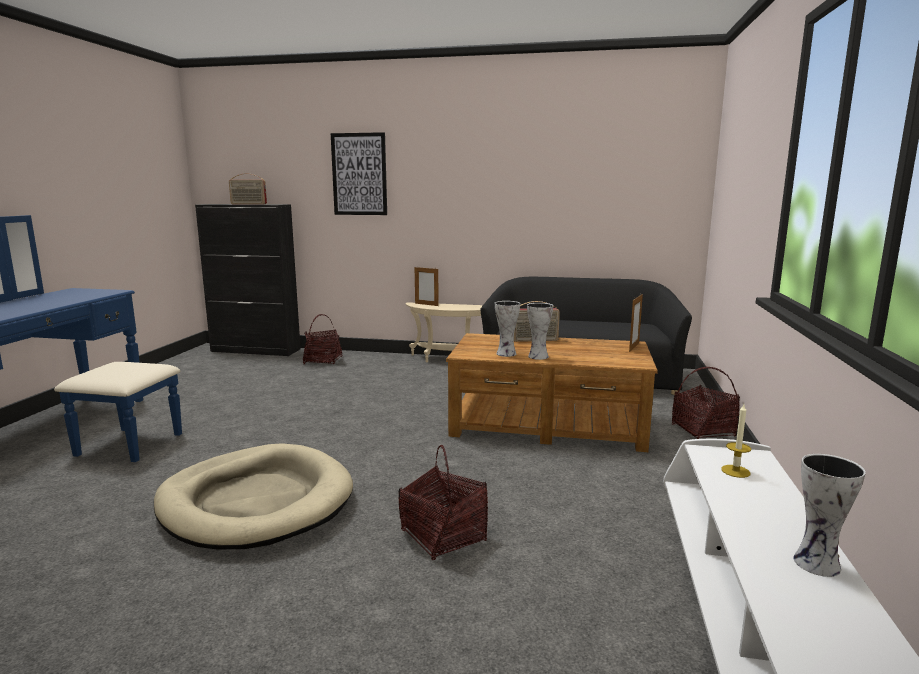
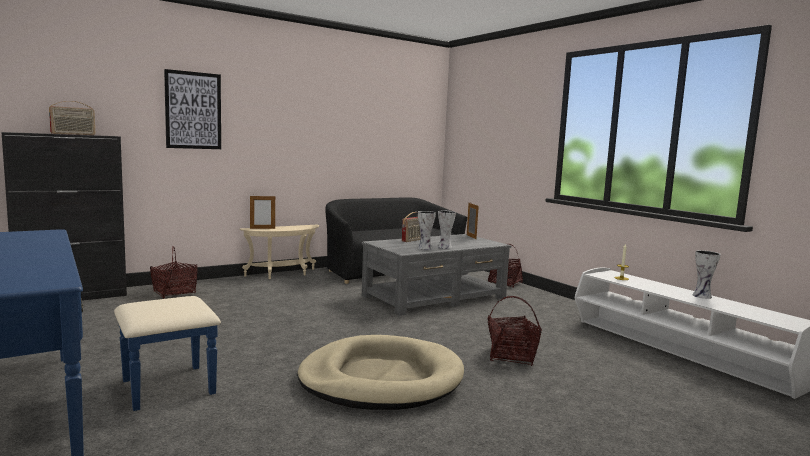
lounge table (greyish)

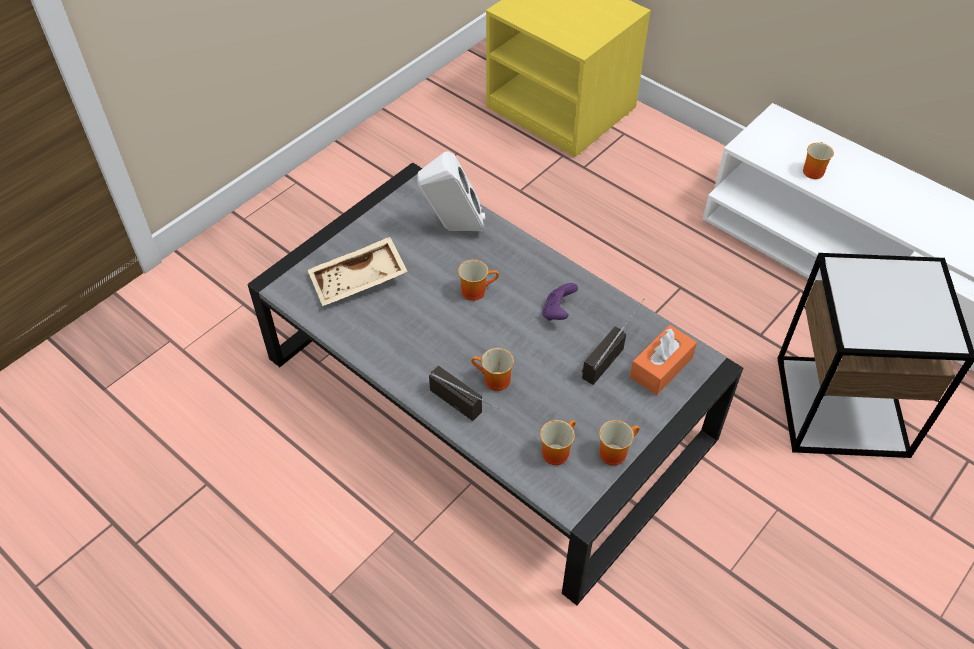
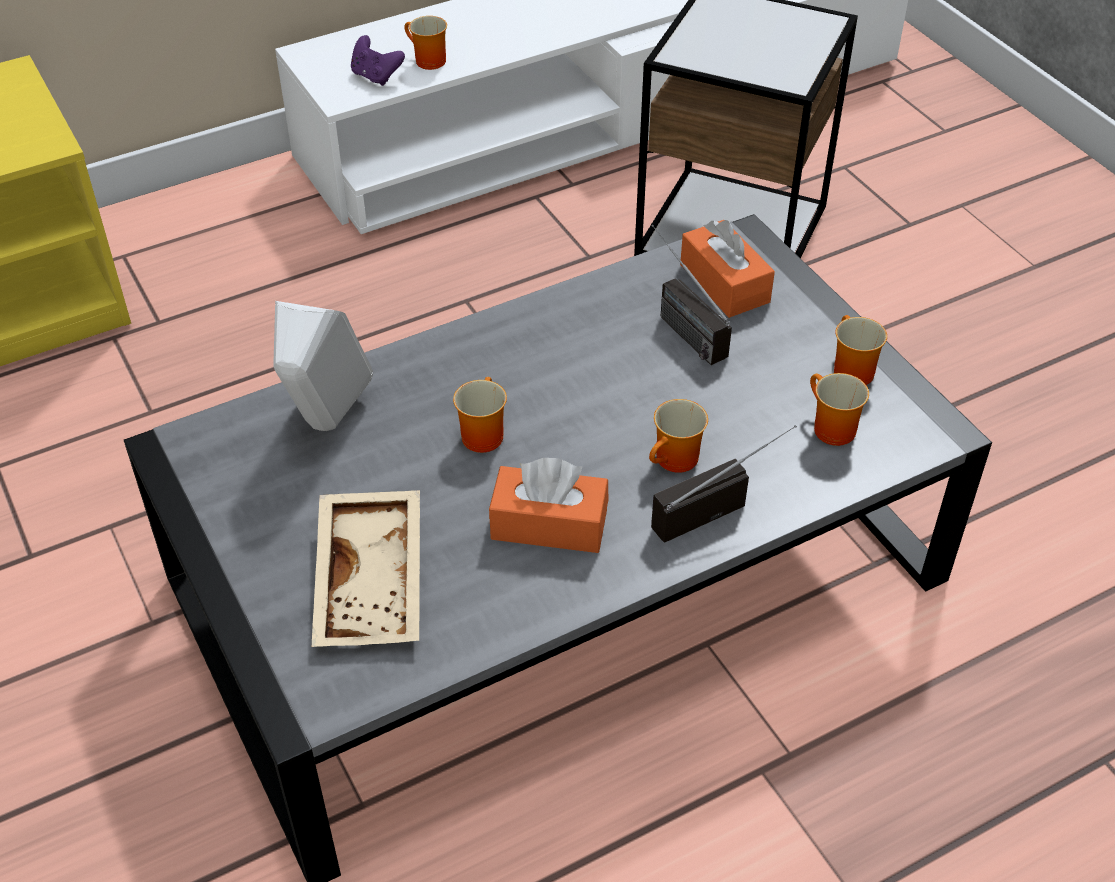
game controller (purplish)
tissue holder (orange-coloured) (1st from left)

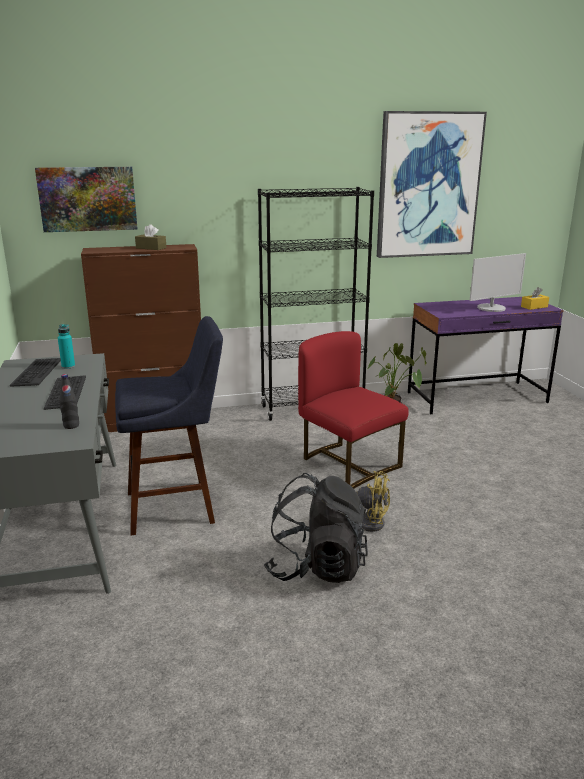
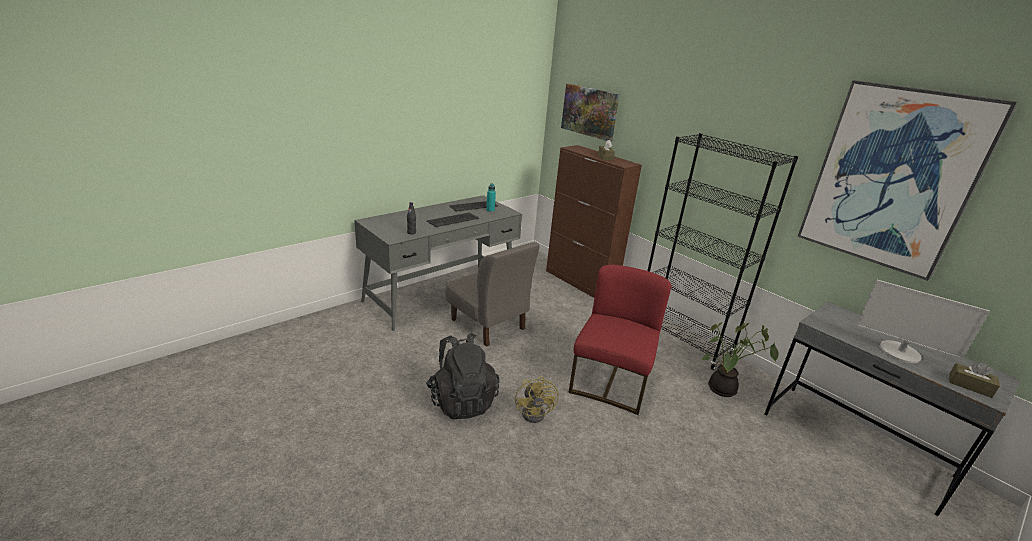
plain chair (greyish)
desk table (greyish) (2nd from left)
tissue holder (brown-coloured) (2nd from left)

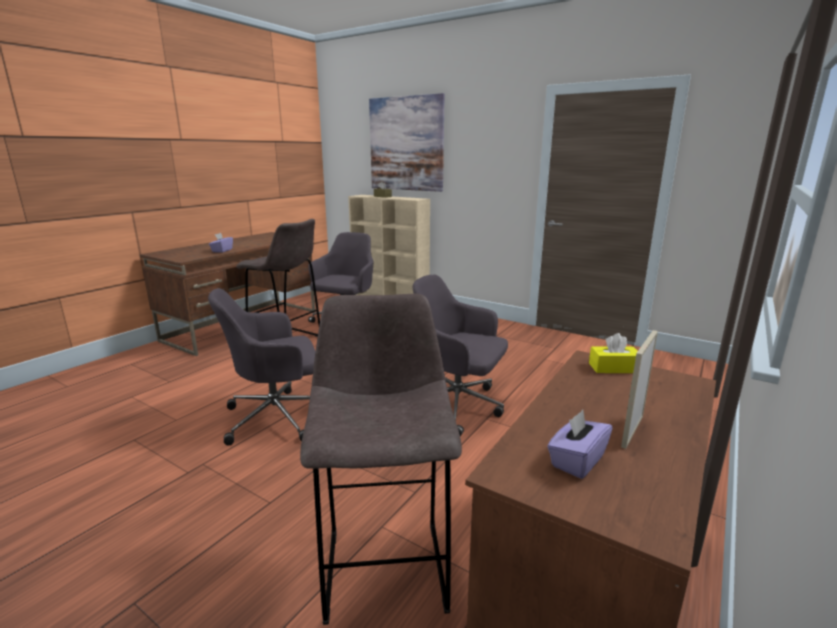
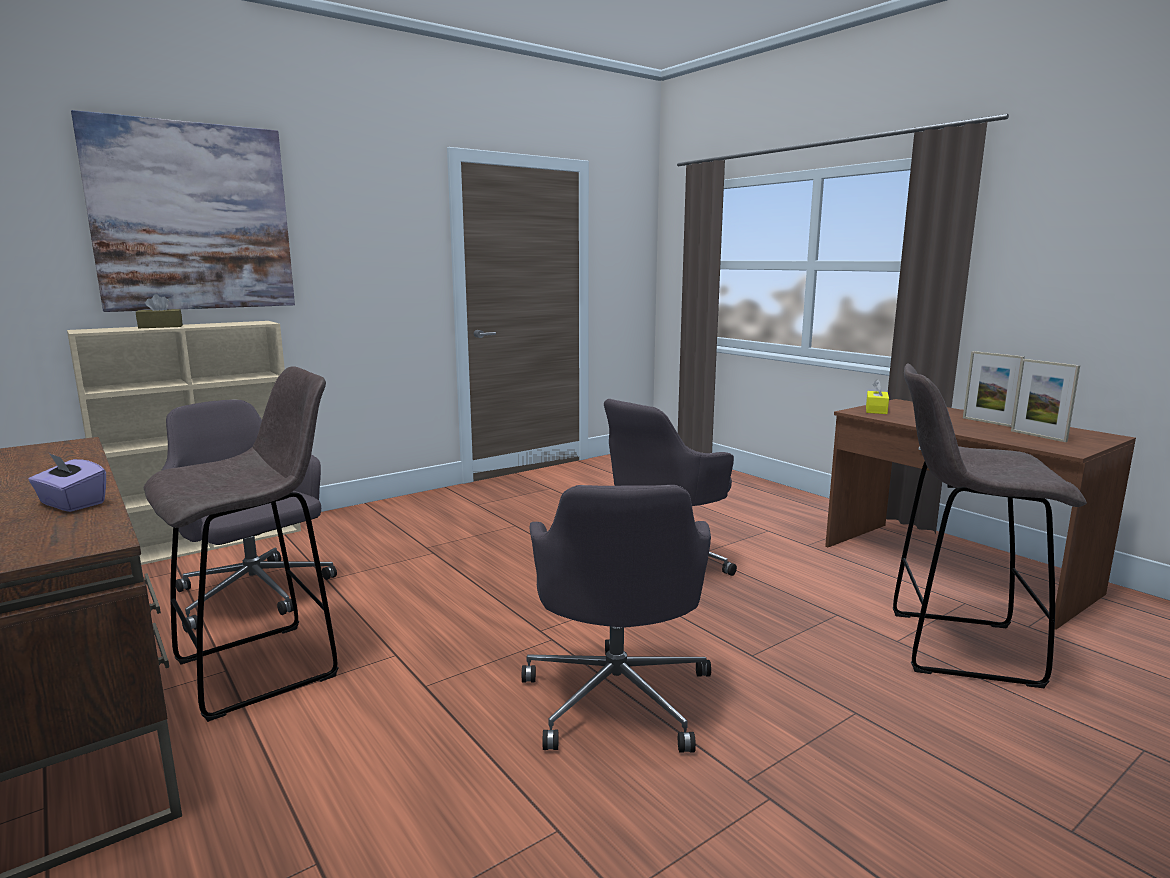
picture frame (2nd from left)

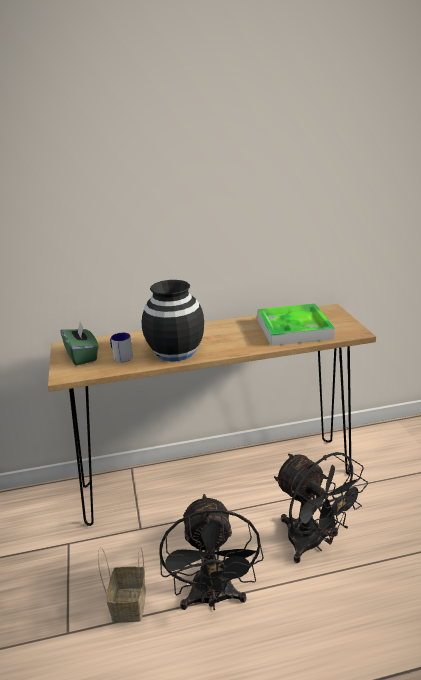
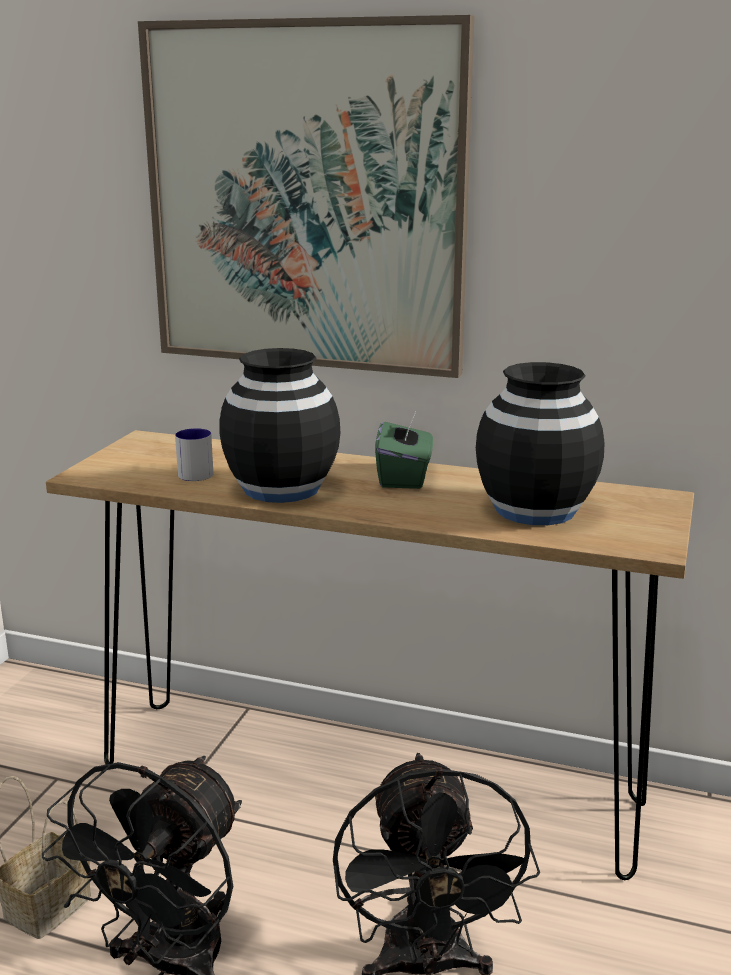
picture
tissue holder (green)
flower vase (blackish) (2nd from left)

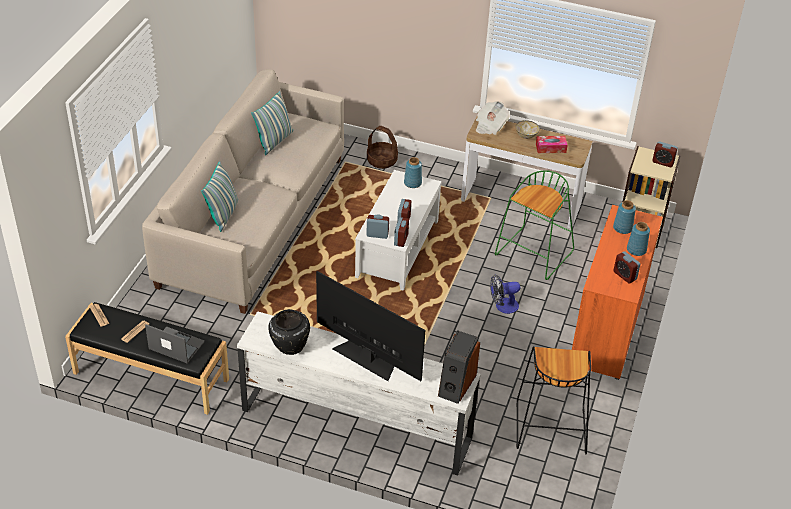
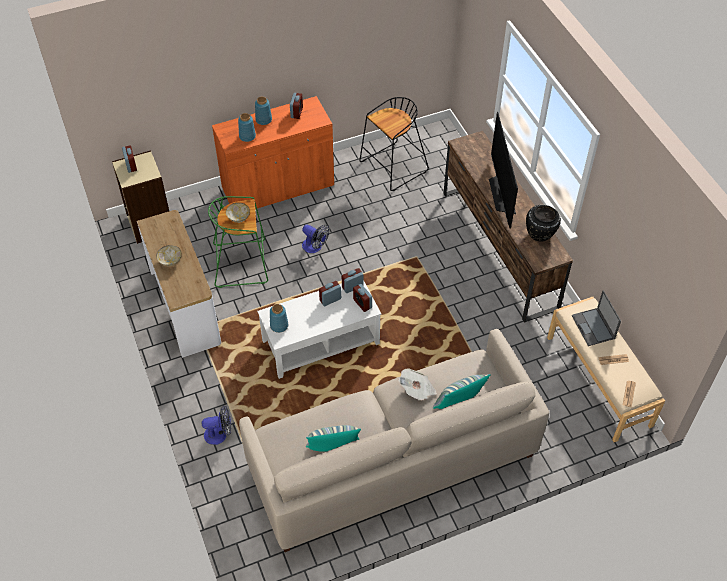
fan (1st from left)
bowl (2nd from left)
daily paper (1st from left)
tv stand (brown-coloured)
bench (beige)
speaker
tissue holder

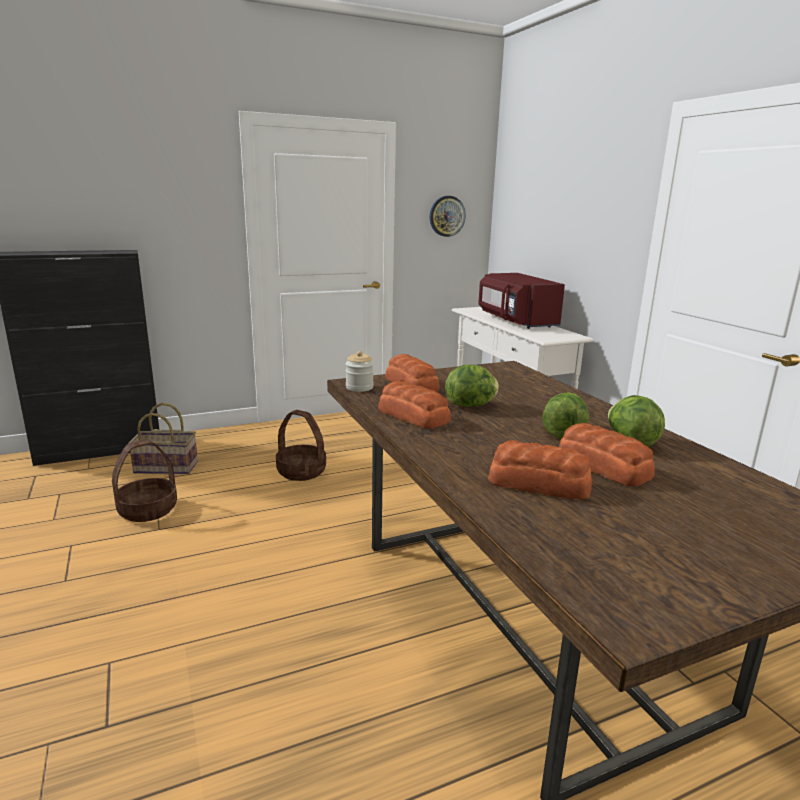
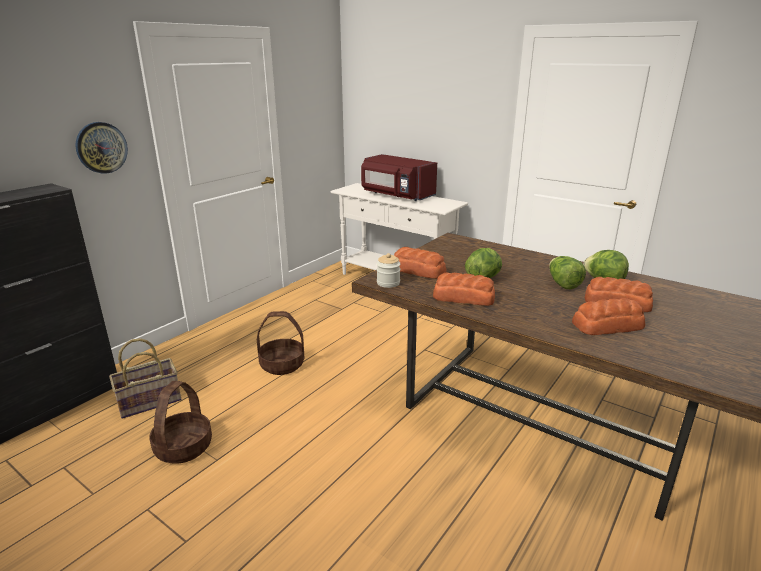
clock on the wall

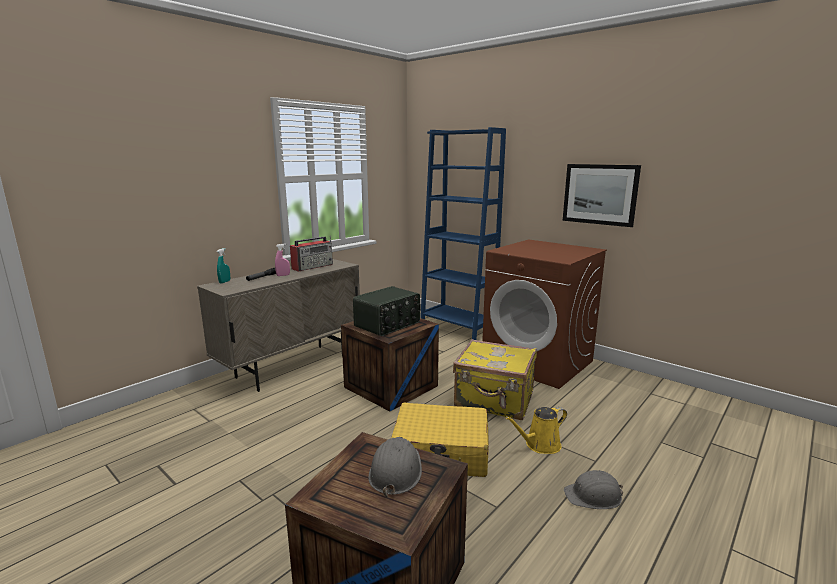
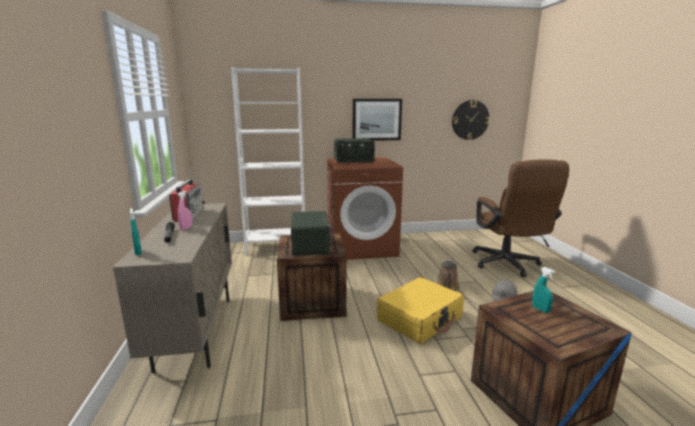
bookcase (white)
radio set (3rd from left)
watering can (brown-coloured)
clock on the wall
computer chair (brown-coloured)
spray bottle (turquoise) (2nd from left)
travel case (yellow) (2nd from left in the first image)

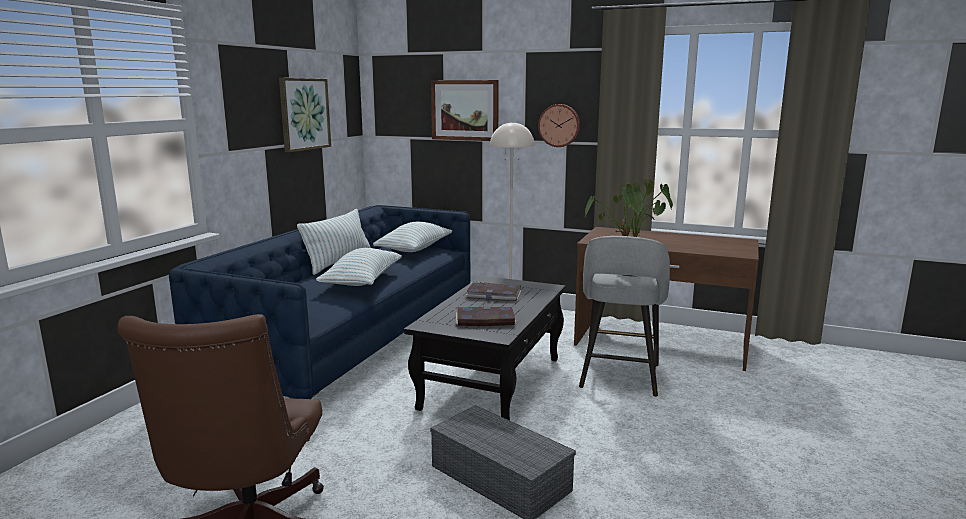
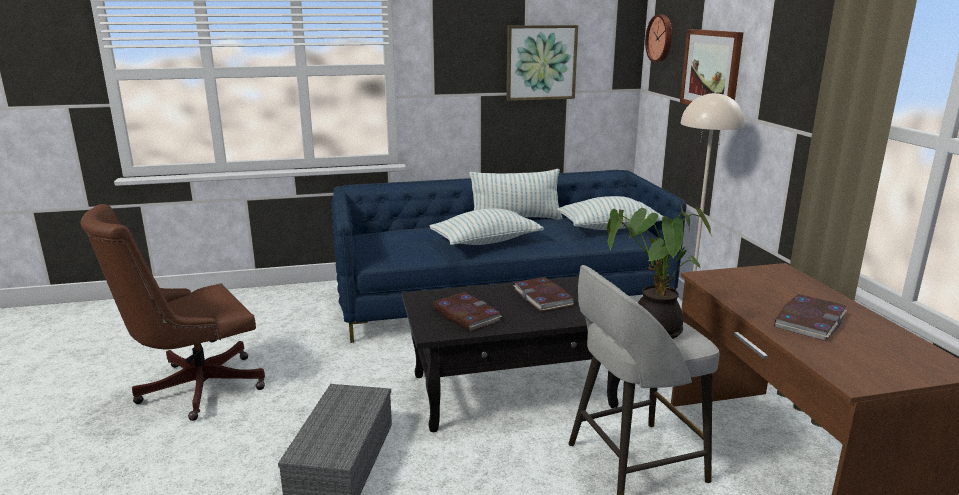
clock on the wall
book (3rd from left)

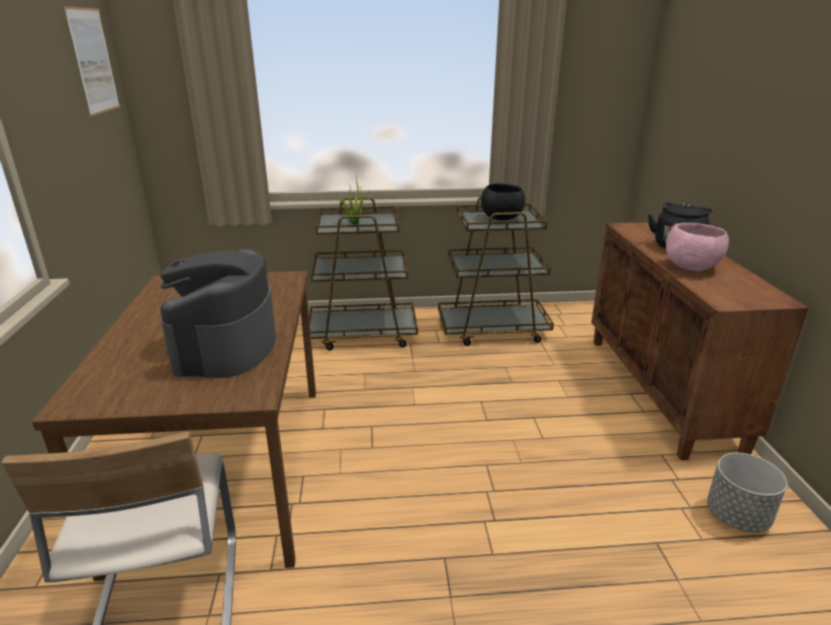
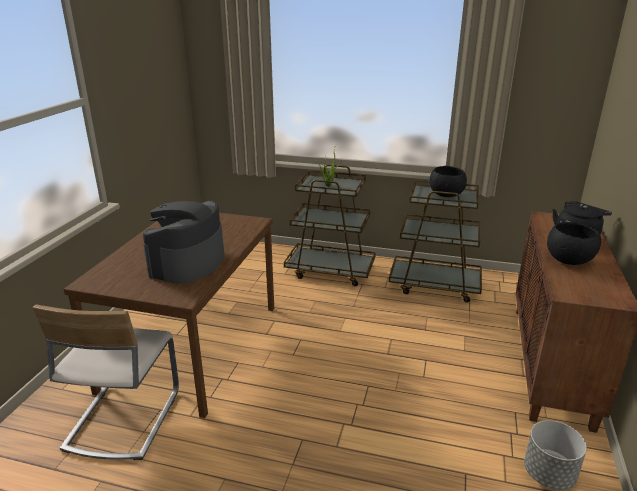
bowl (blackish) (2nd from left)
picture

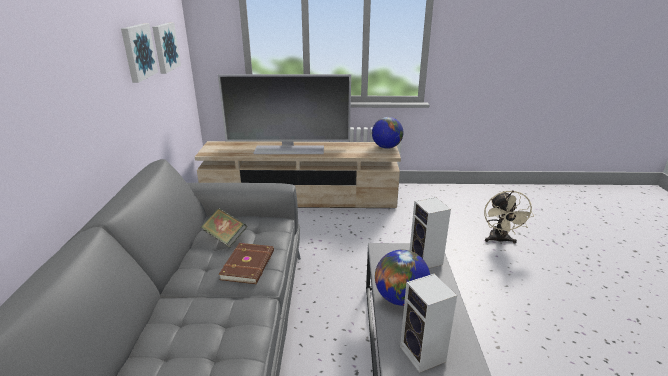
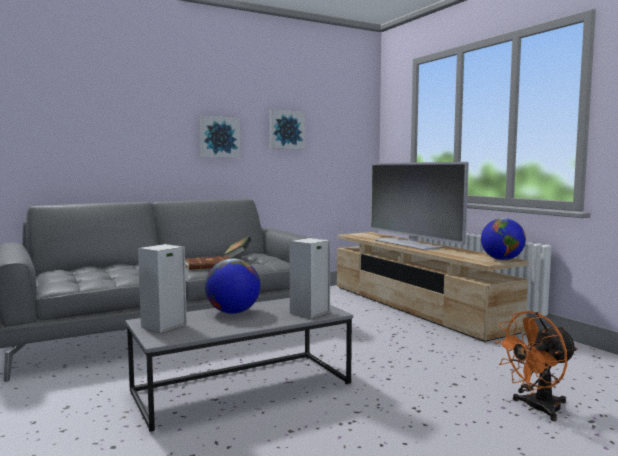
picture (1st from left)
fan (orange-coloured)

